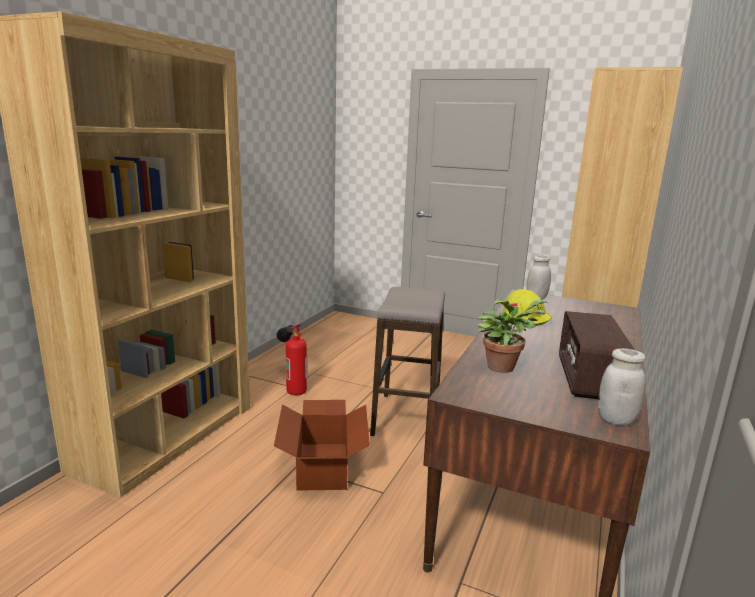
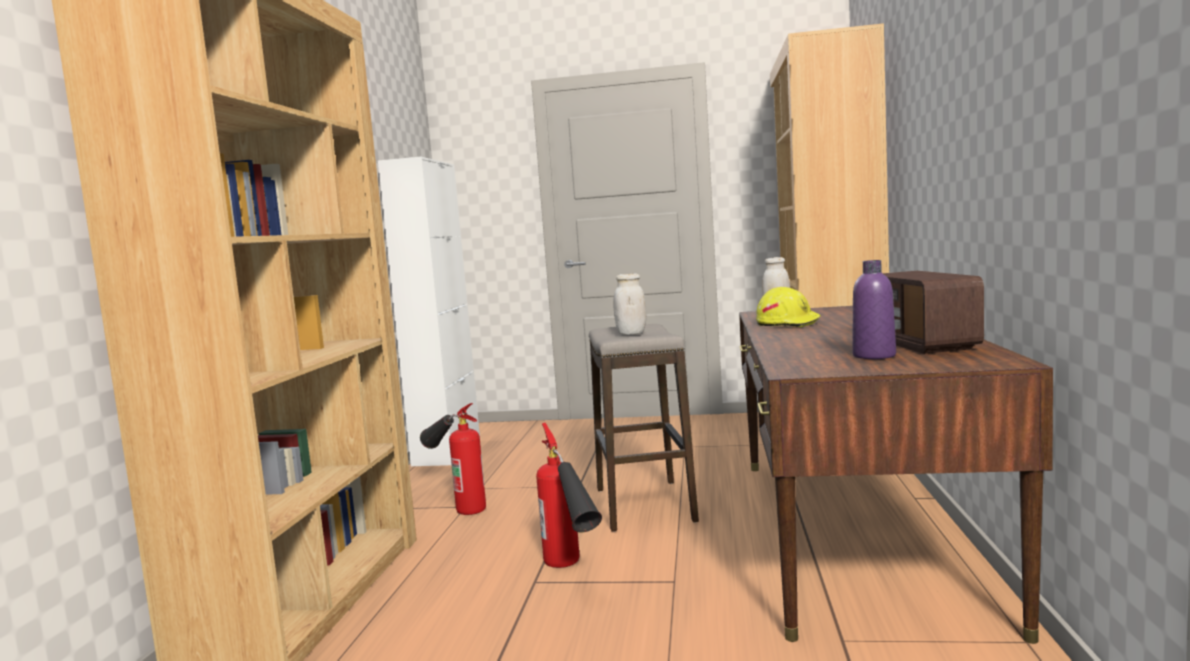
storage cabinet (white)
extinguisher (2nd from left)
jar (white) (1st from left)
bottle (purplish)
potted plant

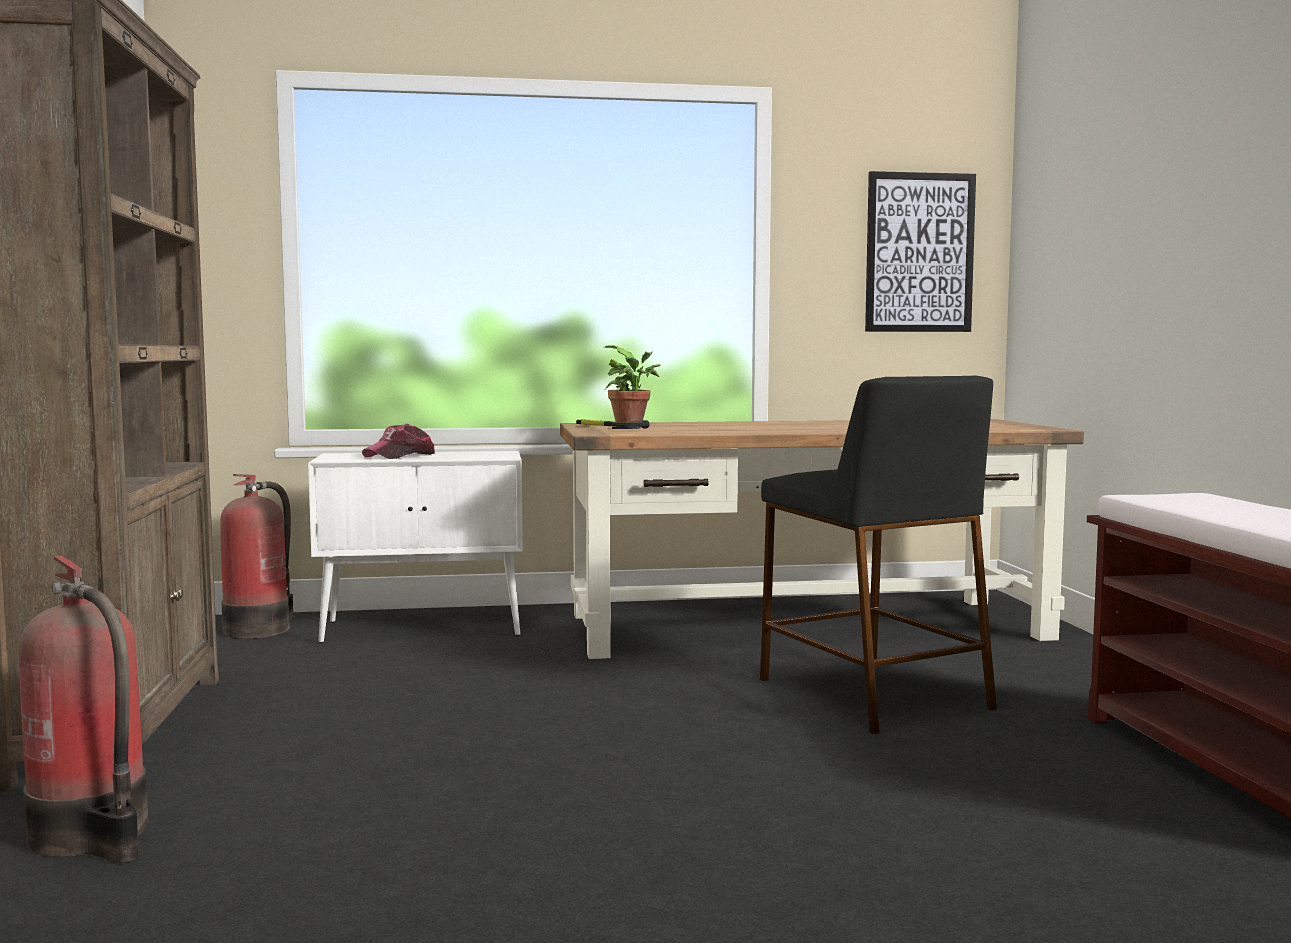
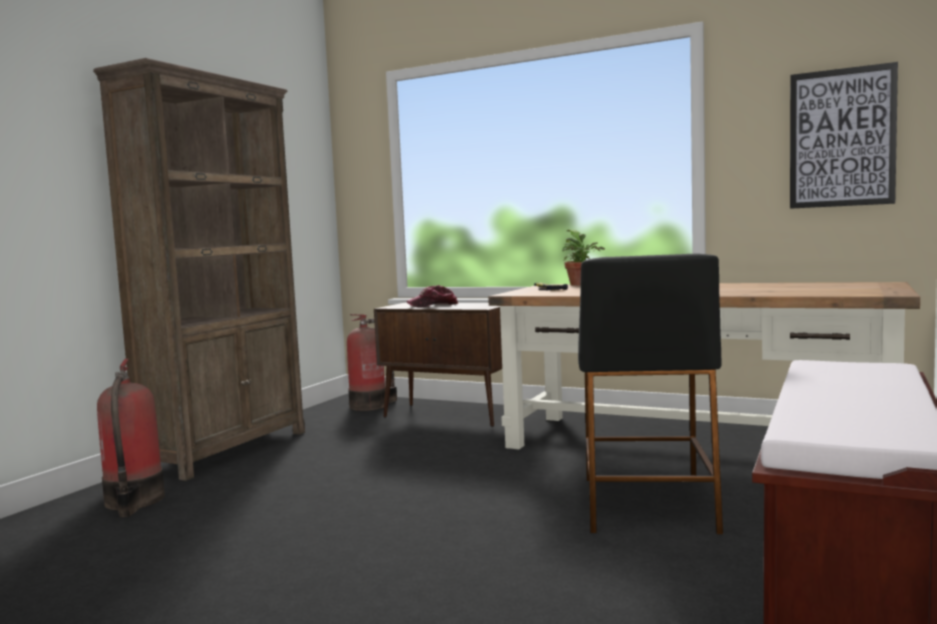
storage cabinet (brown-coloured)

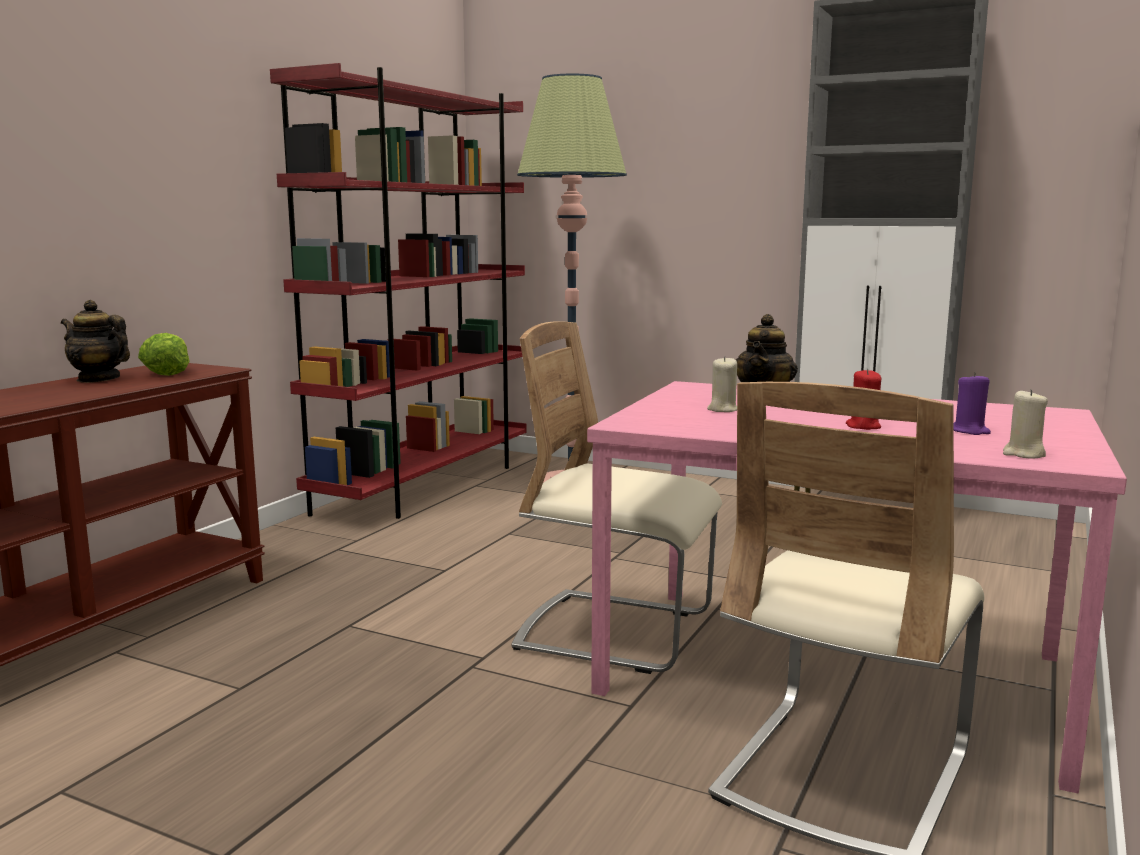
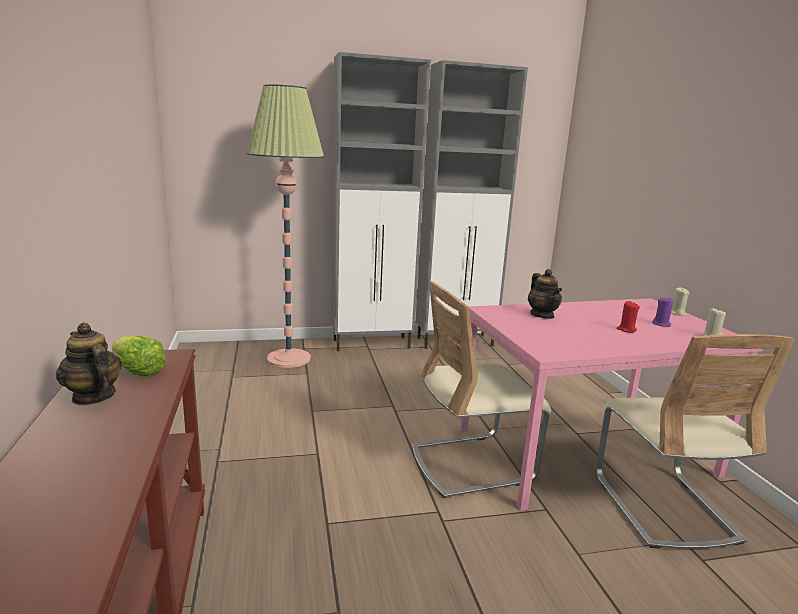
pot for tea (1st from left)
storage cabinet (greyish) (1st from left)
candle (beige) (1st from left)
bookcase (reddish)

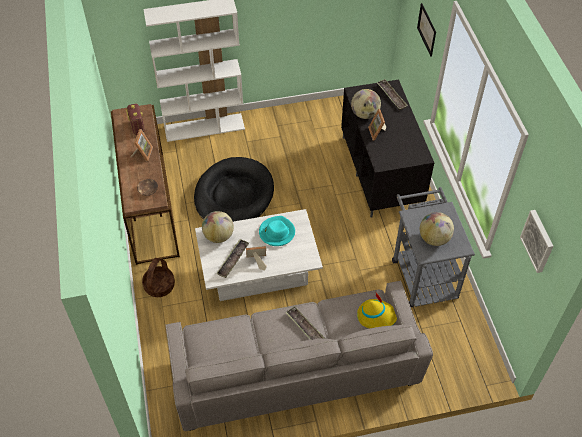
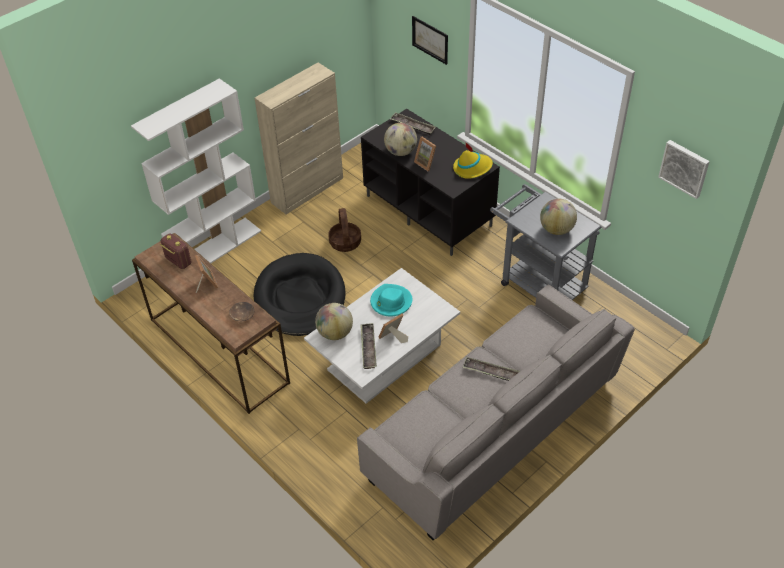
storage cabinet (beige)
household basket
clothing hat (yellow)

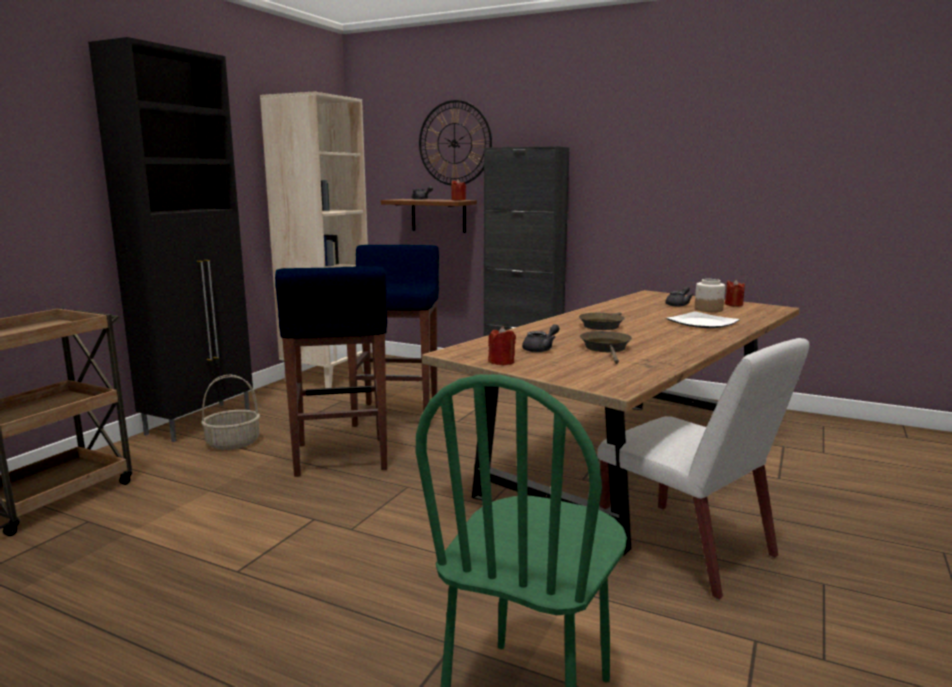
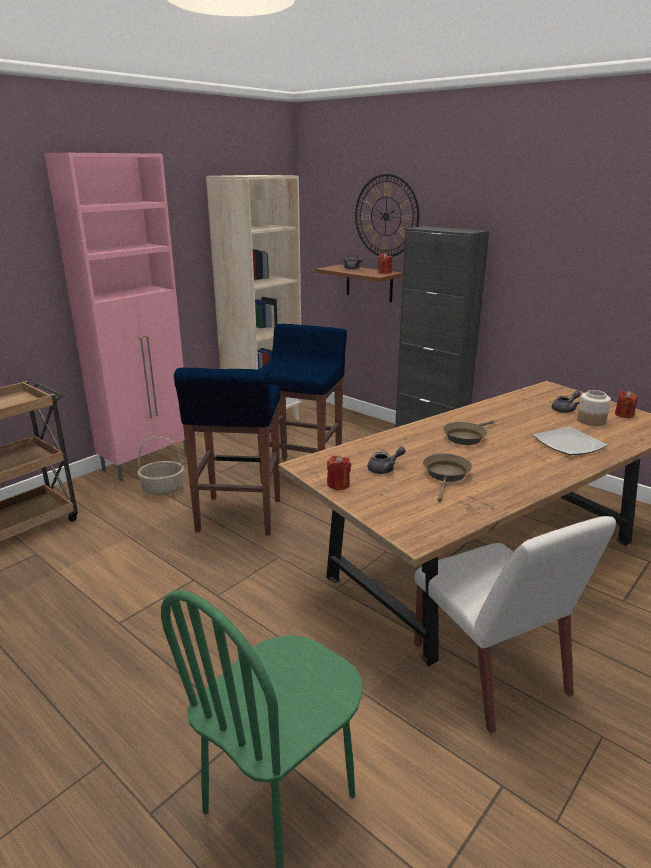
storage cabinet (pinkish)

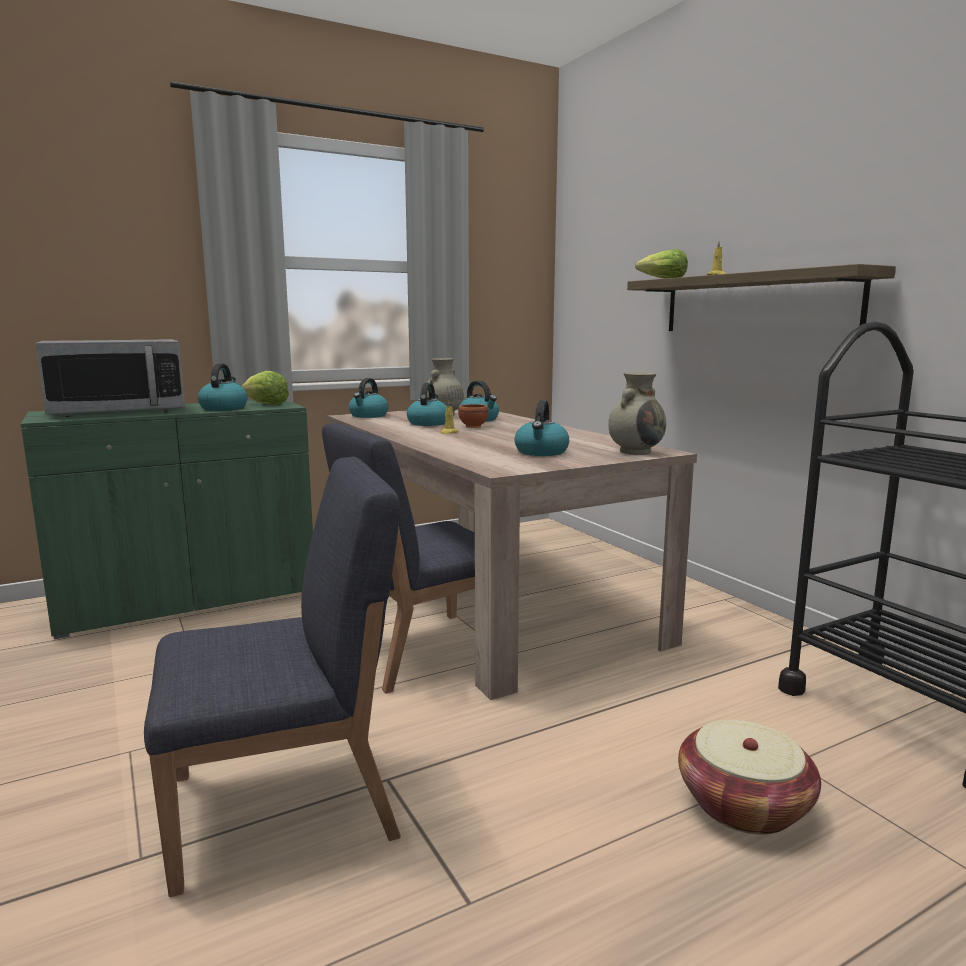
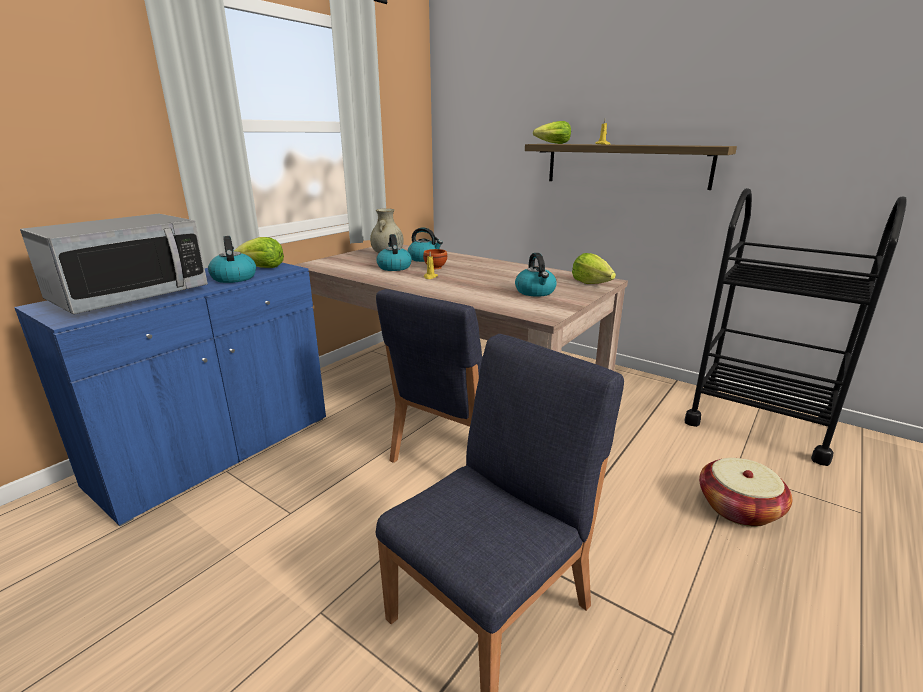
storage cabinet (blue-coloured)
lettuce head (3rd from left)
kettle (2nd from left in the first image)

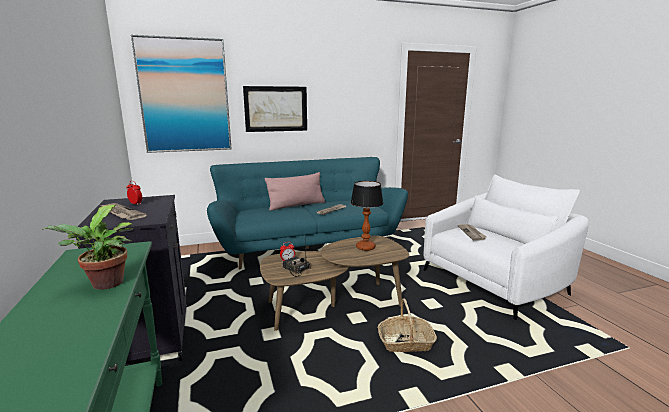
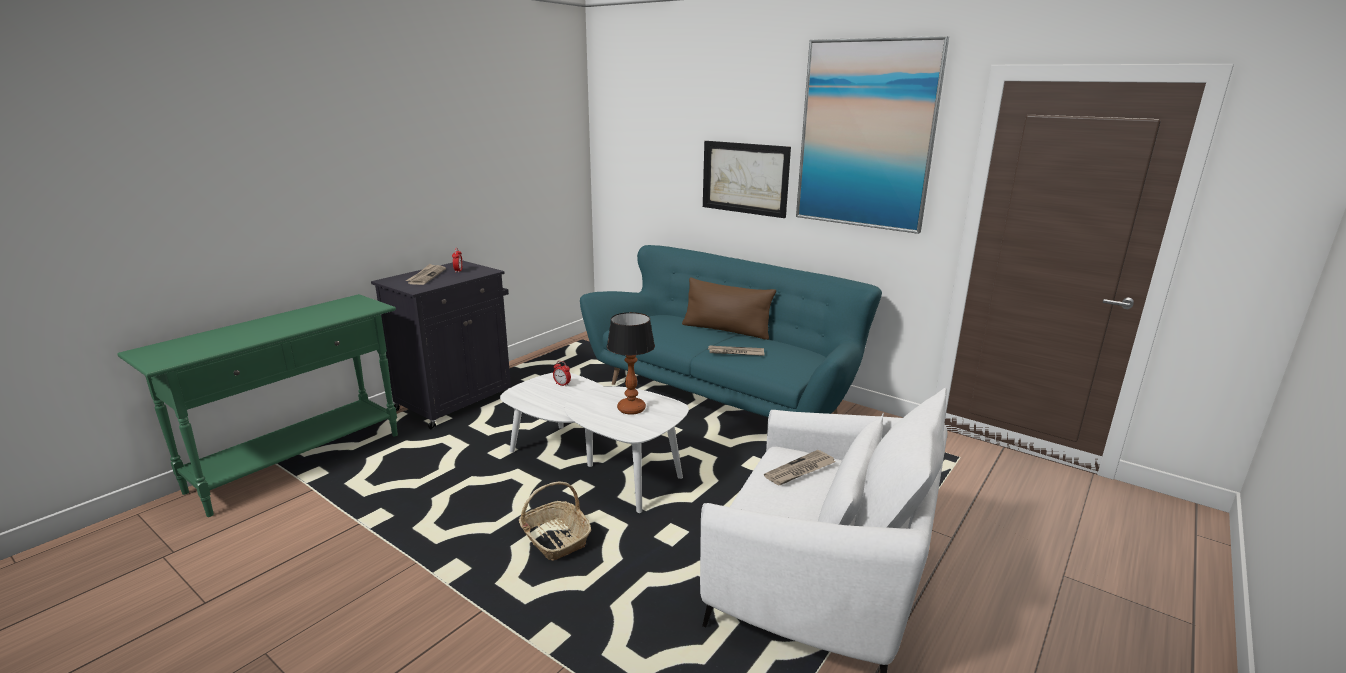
lounge table (white)
cushion (brown-coloured)
picture (2nd from left)
potted plant
radio set

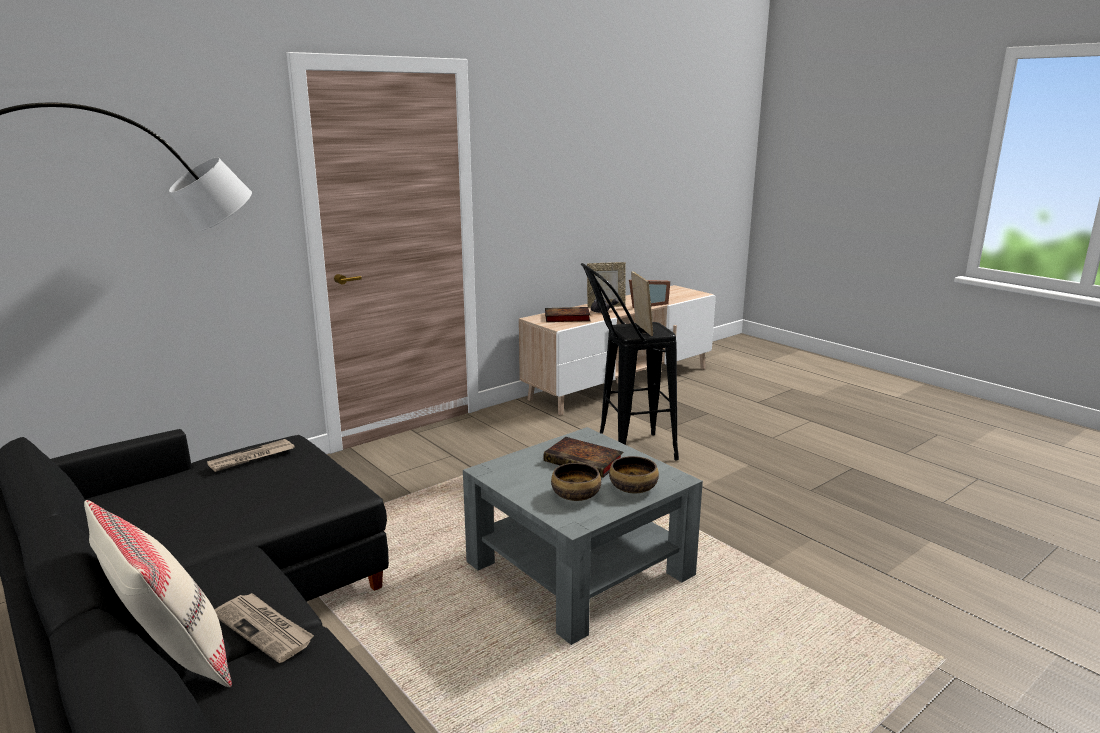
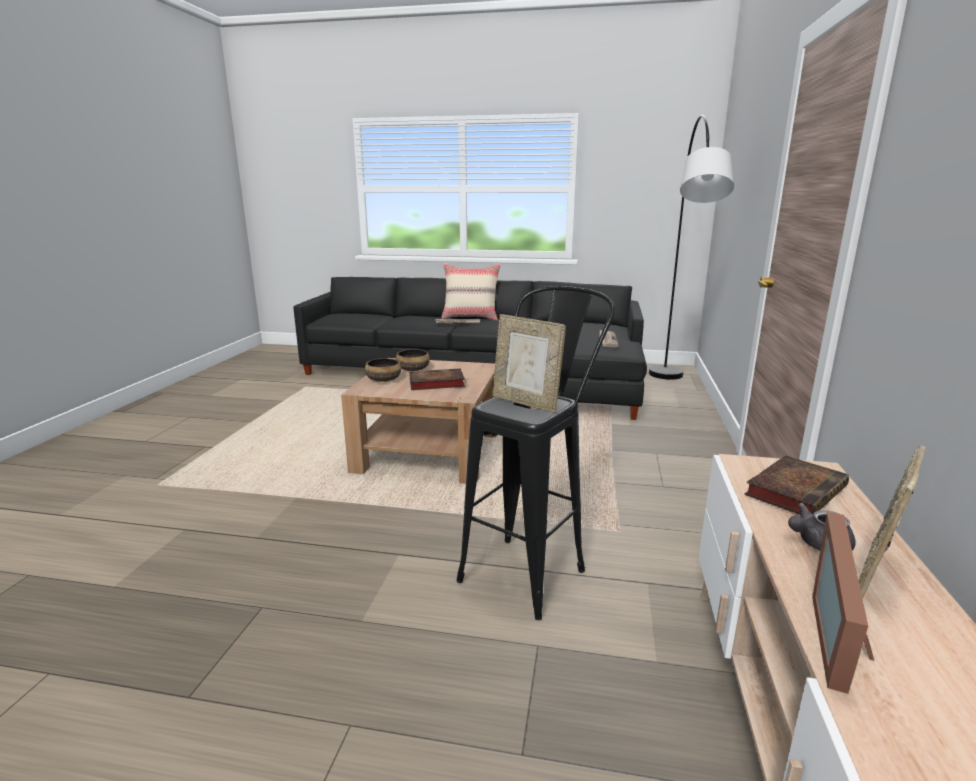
lounge table (brown-coloured)

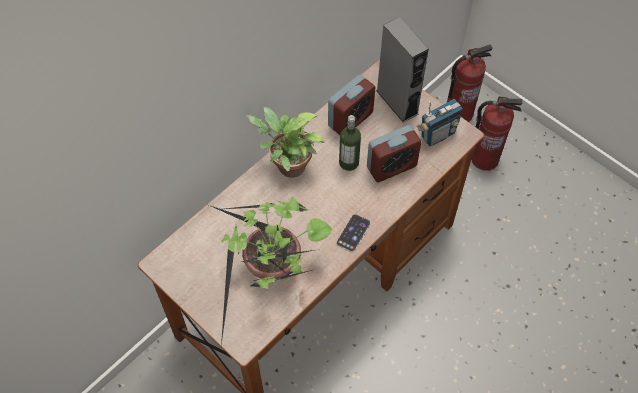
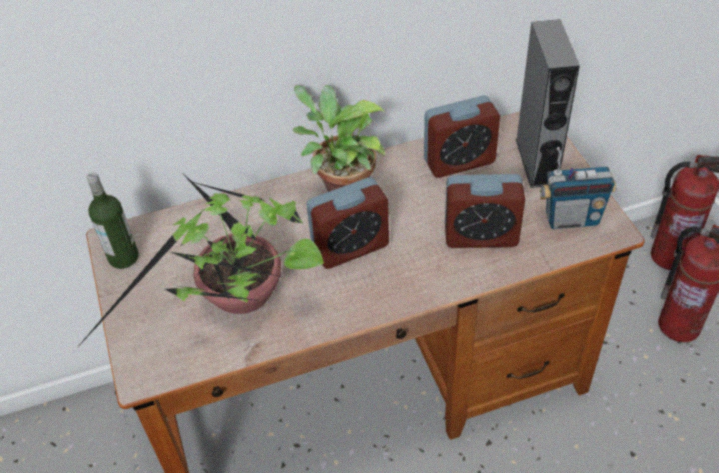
bottle
alarm clock (1st from left)
handset

